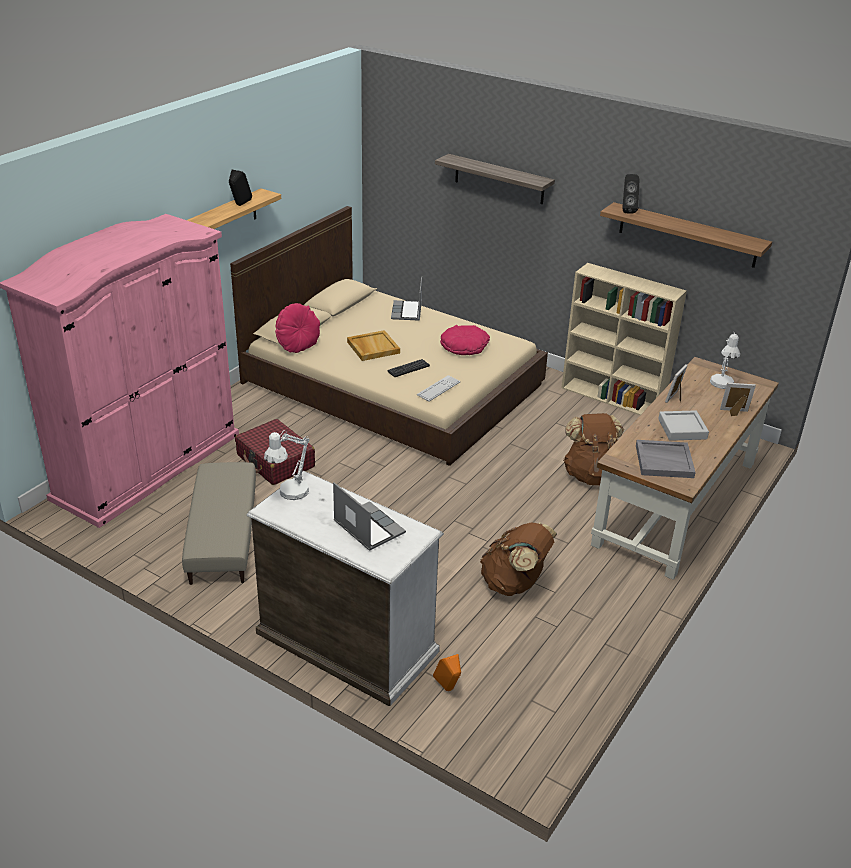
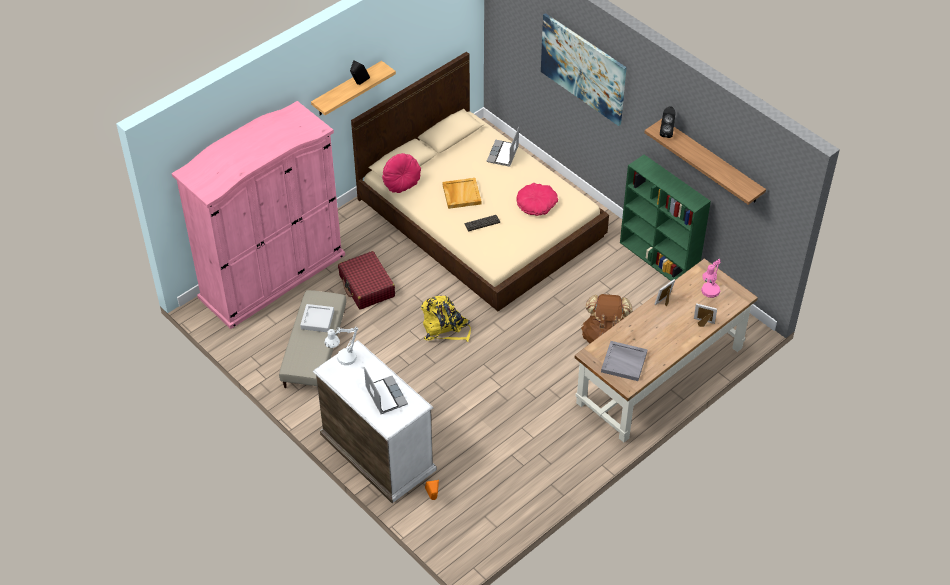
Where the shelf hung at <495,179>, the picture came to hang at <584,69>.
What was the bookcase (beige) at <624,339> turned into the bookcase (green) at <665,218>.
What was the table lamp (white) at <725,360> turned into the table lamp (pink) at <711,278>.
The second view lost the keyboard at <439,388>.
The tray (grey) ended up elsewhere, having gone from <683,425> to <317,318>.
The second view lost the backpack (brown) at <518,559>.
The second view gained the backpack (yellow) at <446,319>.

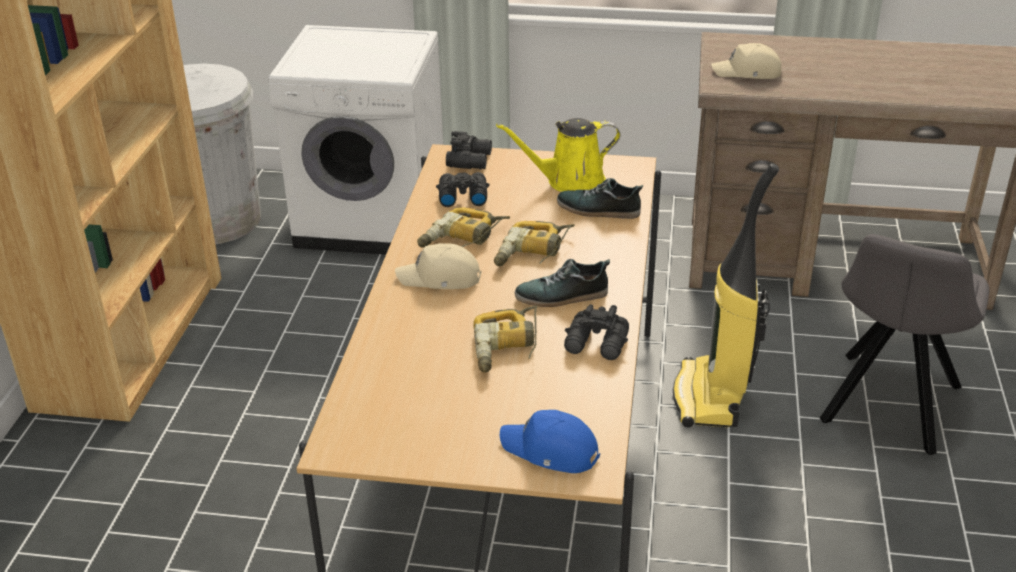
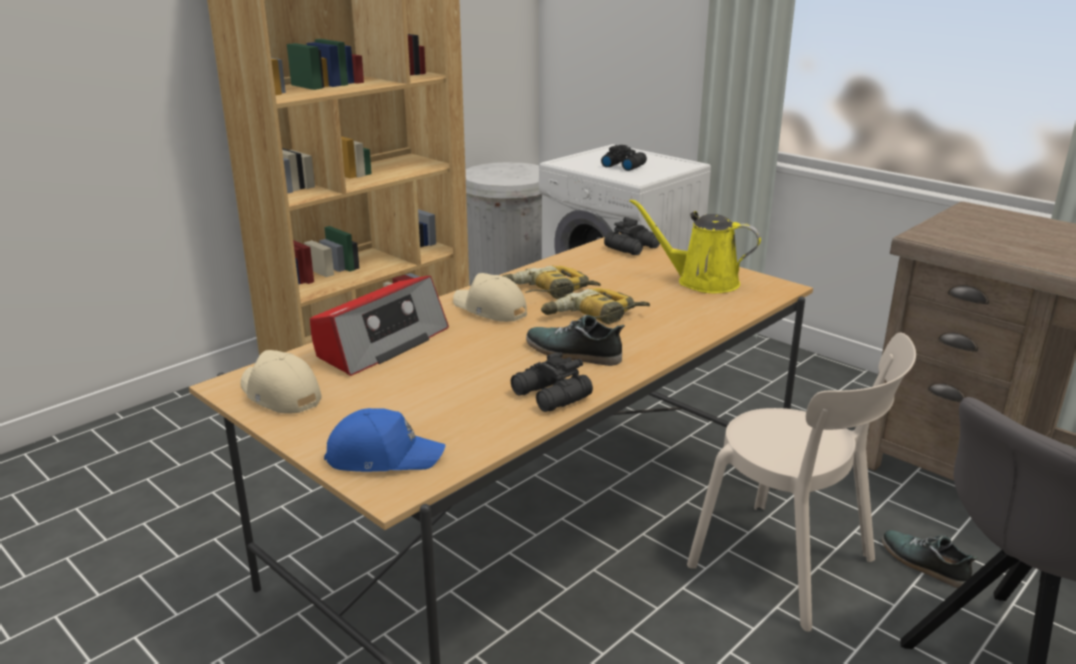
The cap (beige) ended up elsewhere, having gone from <746,61> to <281,381>.
Where the vacuum cleaner stood at <726,295>, the chair (beige) came to stand at <801,482>.
The binoculars (black) ended up elsewhere, having gone from <463,189> to <624,158>.
The shoe ended up elsewhere, having gone from <600,198> to <930,559>.
The second view lost the power drill at <505,339>.
The cap (blue) at <550,441> ended up facing another way, 120 degrees clockwise from before.
The second view gained the radio at <379,326>.

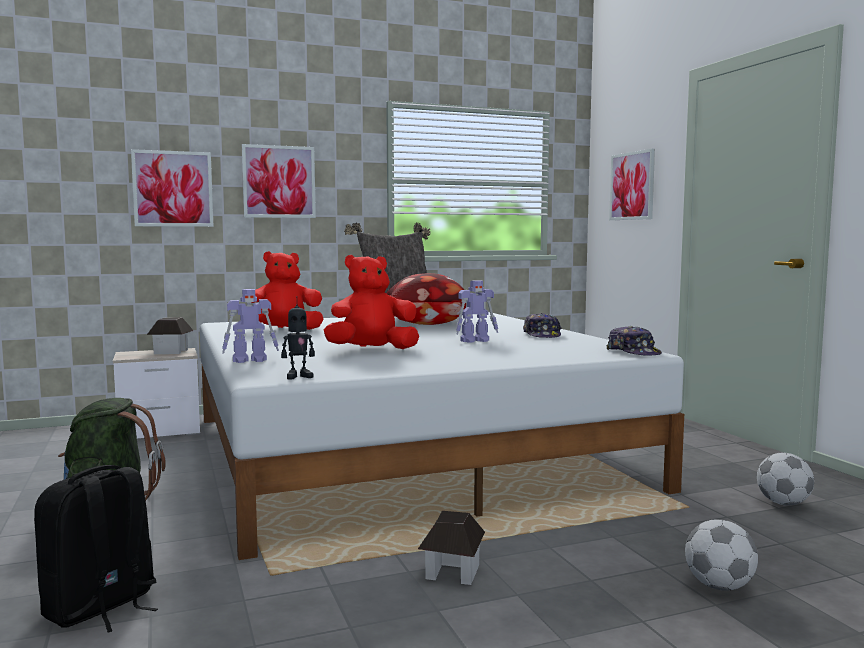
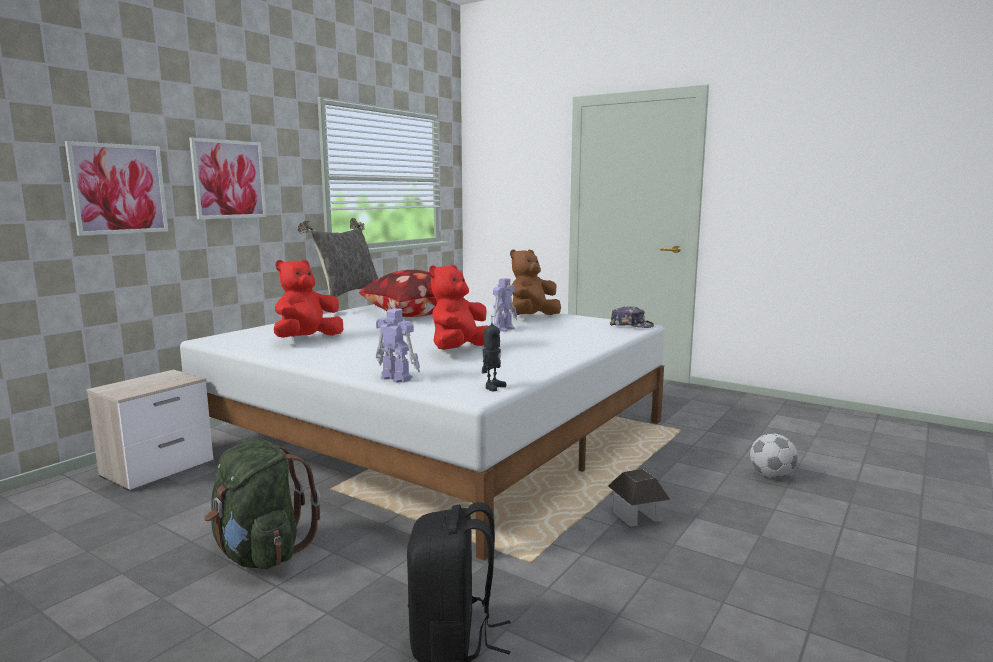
The second view lost the picture at <632,184>.
The toy robot at <250,326> ended up facing another way, 90 degrees counterclockwise from before.
Where the cap stood at <542,325>, the plush toy (brown) came to stand at <535,282>.
The second view lost the toy house at <170,335>.
The second view lost the football at <785,479>.

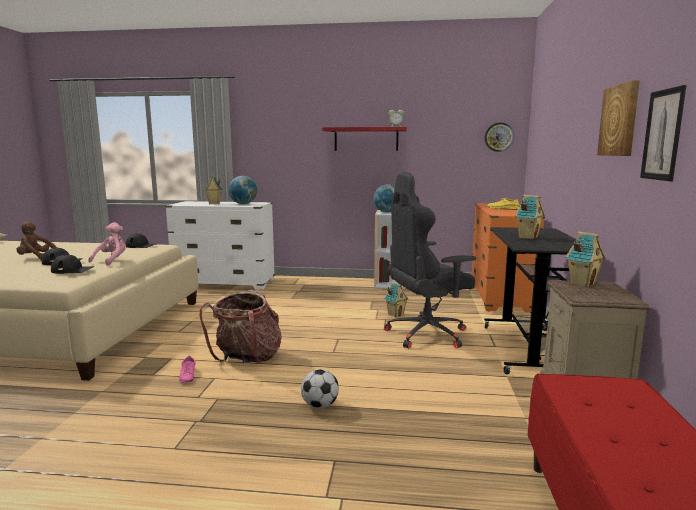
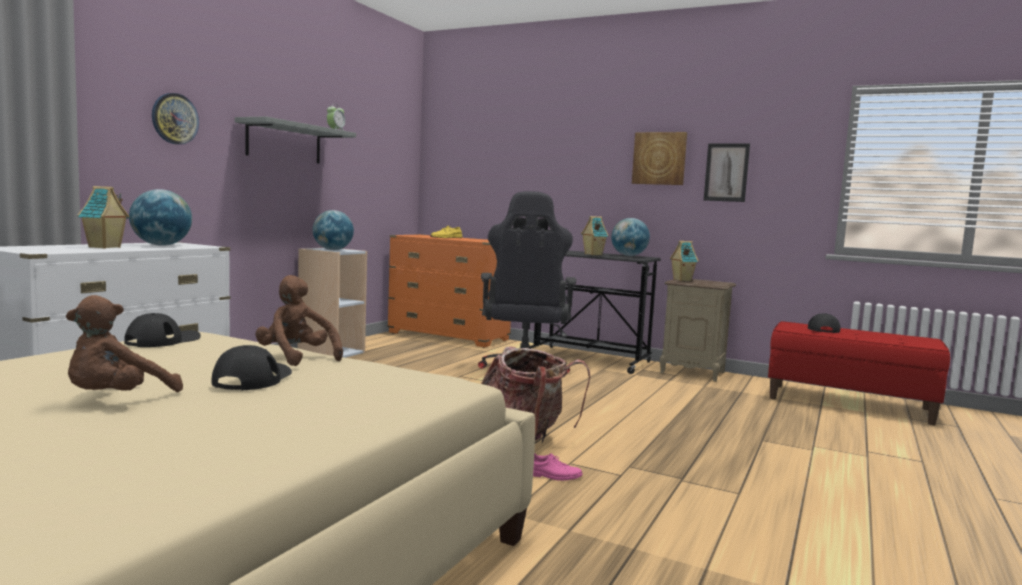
The wall clock ended up elsewhere, having gone from <499,137> to <175,119>.
What was the shelf (red) at <364,139> turned into the shelf (grey) at <295,140>.
What was the plush toy (pink) at <107,243> turned into the plush toy (brown) at <299,320>.
The cap (black) ended up elsewhere, having gone from <72,264> to <824,323>.
The second view lost the toy house at <396,300>.
The second view lost the football at <320,388>.
The second view gained the globe at <630,237>.

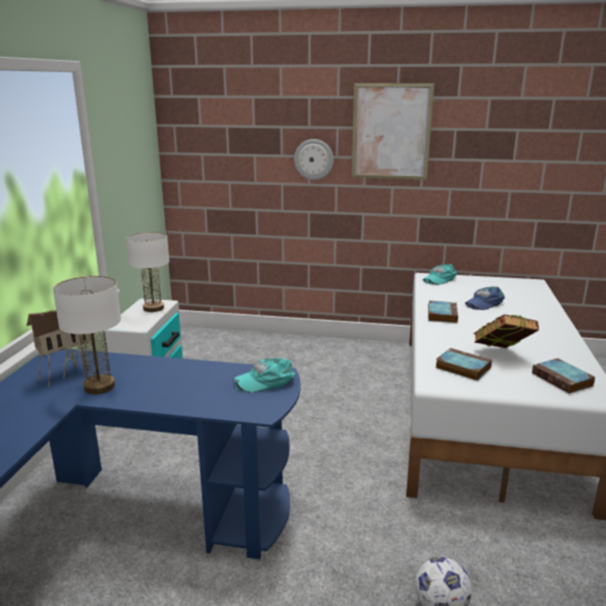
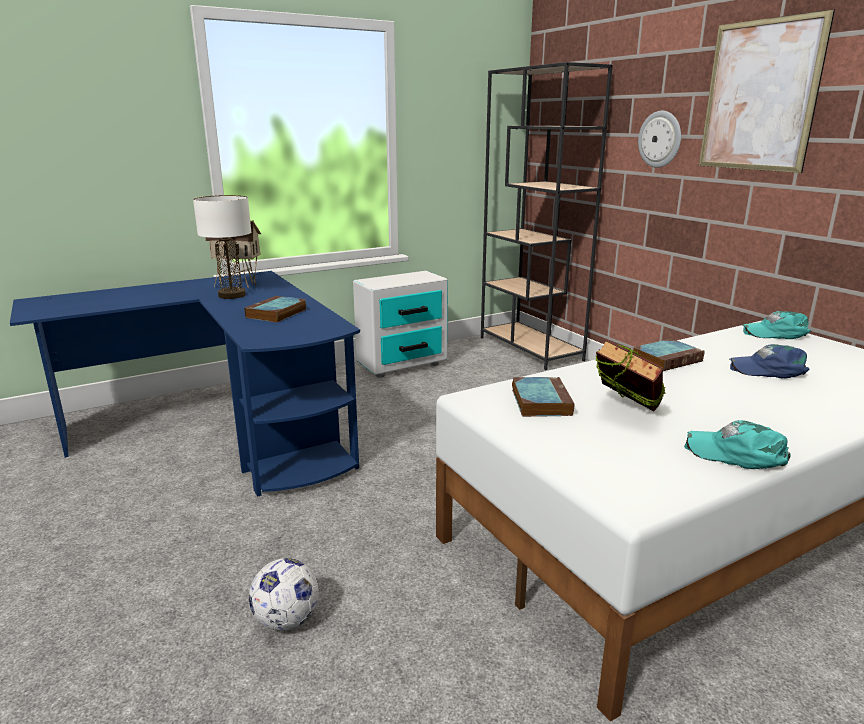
The second view lost the table lamp at <147,272>.
The cap (turquoise) ended up elsewhere, having gone from <264,375> to <737,444>.
The book ended up elsewhere, having gone from <563,376> to <275,309>.
The second view gained the bookcase at <547,216>.

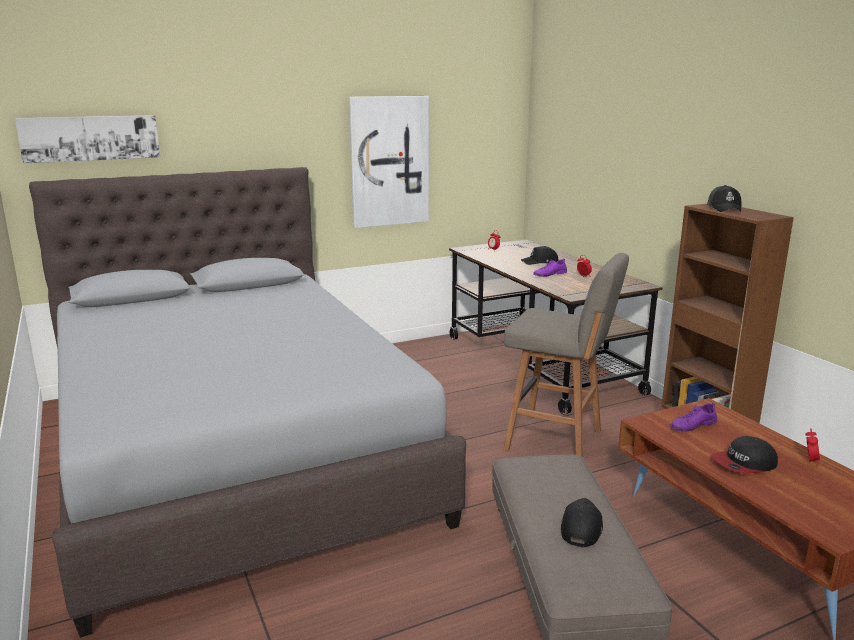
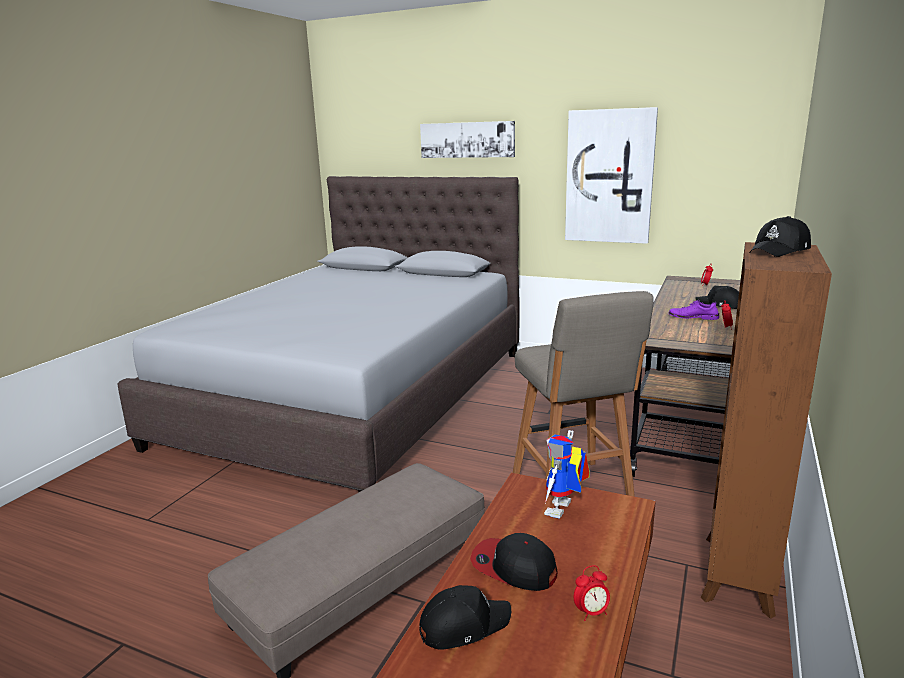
The picture ended up elsewhere, having gone from <87,139> to <467,139>.
Where the shoe (purple) stood at <693,417>, the toy robot came to stand at <567,474>.
The cap (black) ended up elsewhere, having gone from <582,522> to <465,617>.

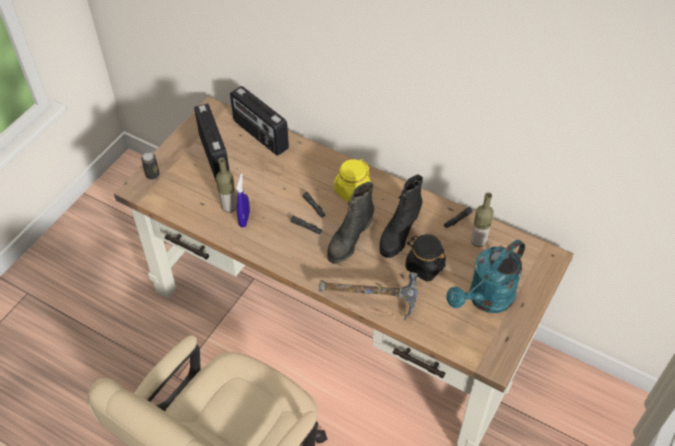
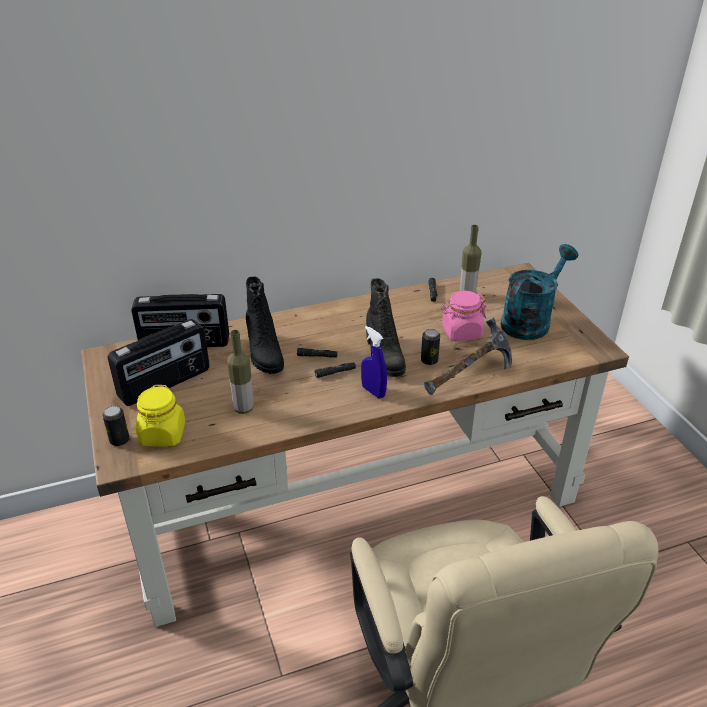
The radio at <212,142> ended up facing another way, 120 degrees clockwise from before.
The jar (yellow) ended up elsewhere, having gone from <352,181> to <160,416>.
The spray bottle (blue) ended up elsewhere, having gone from <243,201> to <374,362>.
The boot (black) ended up elsewhere, having gone from <401,216> to <265,325>.
What was the jar (black) at <425,257> turned into the jar (pink) at <464,316>.
The watering can (turquoise) at <485,276> ended up facing another way, 135 degrees counterclockwise from before.
The second view gained the can at <430,347>.

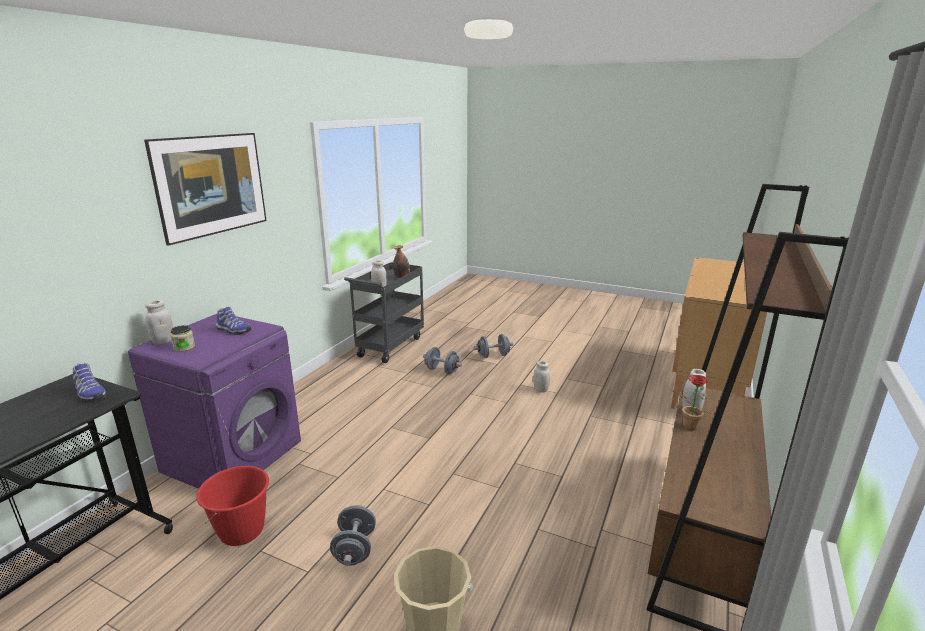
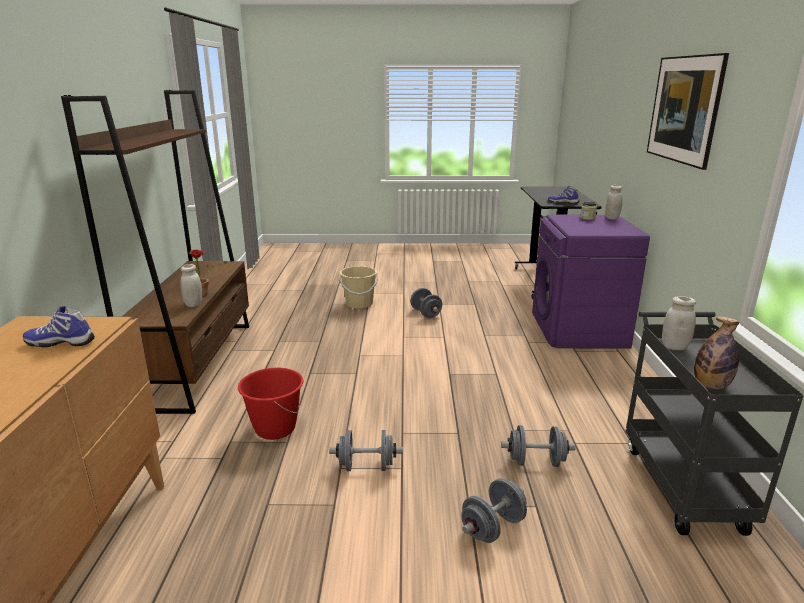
The shoe ended up elsewhere, having gone from <233,321> to <59,326>.
Where the jar (white) stood at <541,377>, the dumbbell (grey) came to stand at <366,450>.
The bucket (red) ended up elsewhere, having gone from <232,506> to <271,404>.

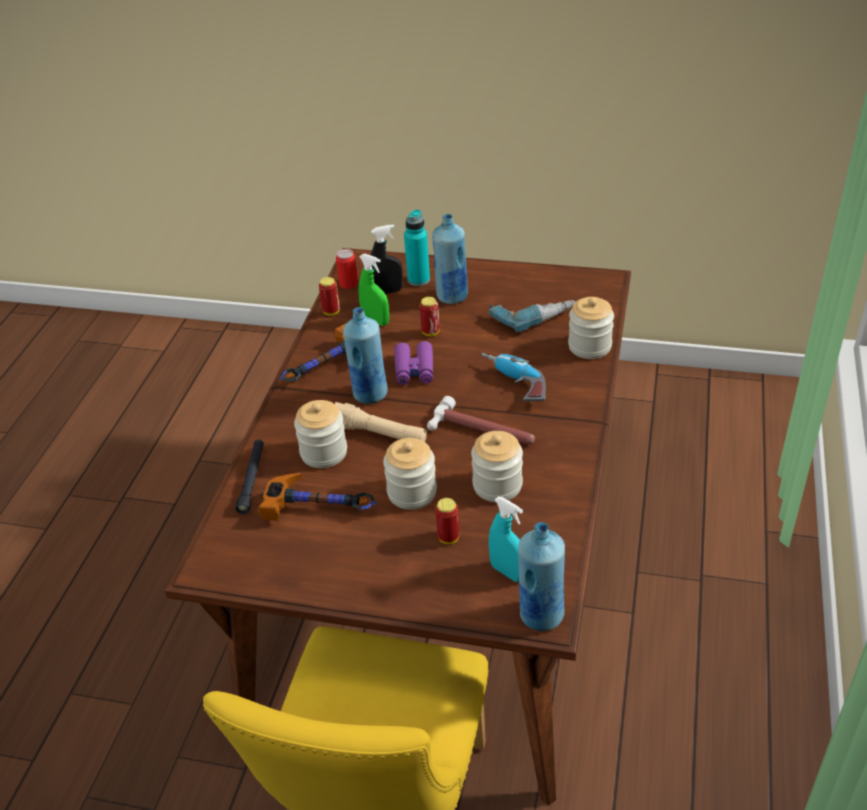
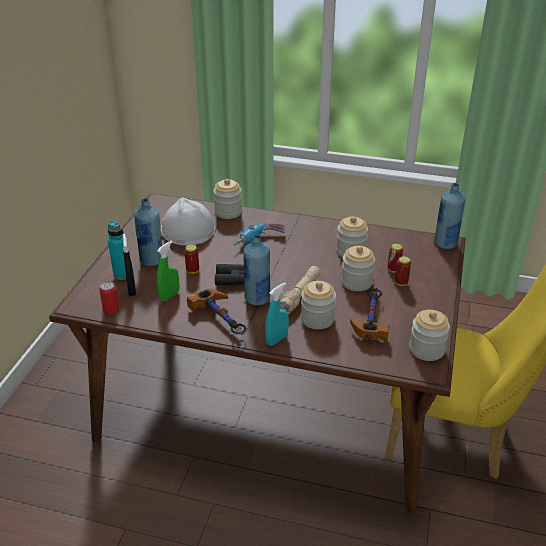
The can ended up elsewhere, having gone from <329,296> to <403,271>.
Where the power drill stood at <532,316>, the hard hat (white) came to stand at <187,221>.
What was the binoculars (purple) at <413,363> turned into the binoculars (black) at <229,274>.
The second view lost the hammer at <481,420>.
The second view lost the flashlight (black) at <249,476>.
The spray bottle (turquoise) ended up elsewhere, having gone from <506,539> to <277,314>.
The second view gained the jar at <429,335>.

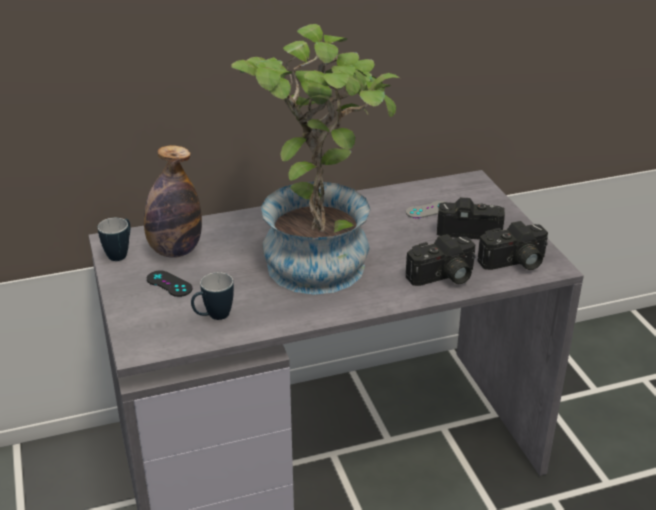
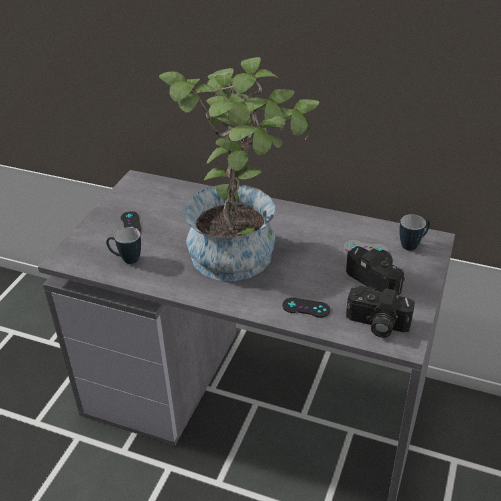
The second view lost the bottle at <173,201>.
The mug ended up elsewhere, having gone from <114,239> to <414,232>.
Where the photo camera stood at <441,260>, the game controller (black) came to stand at <306,308>.

